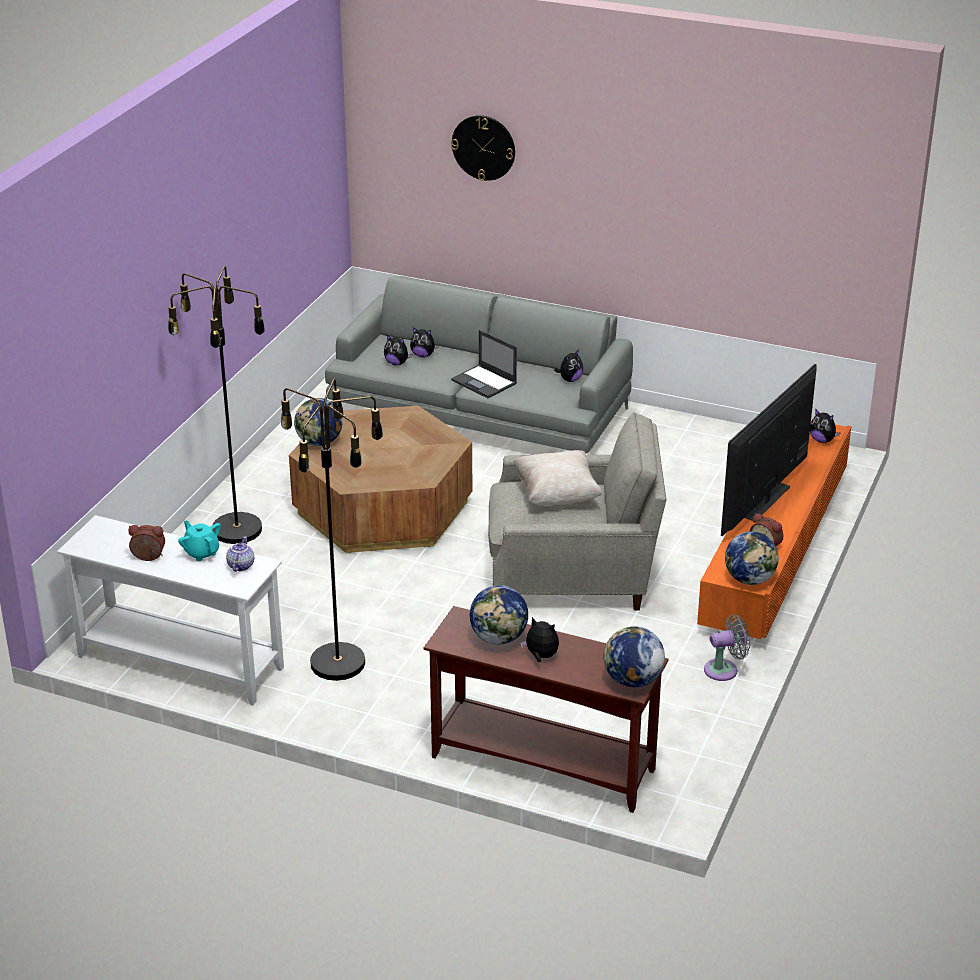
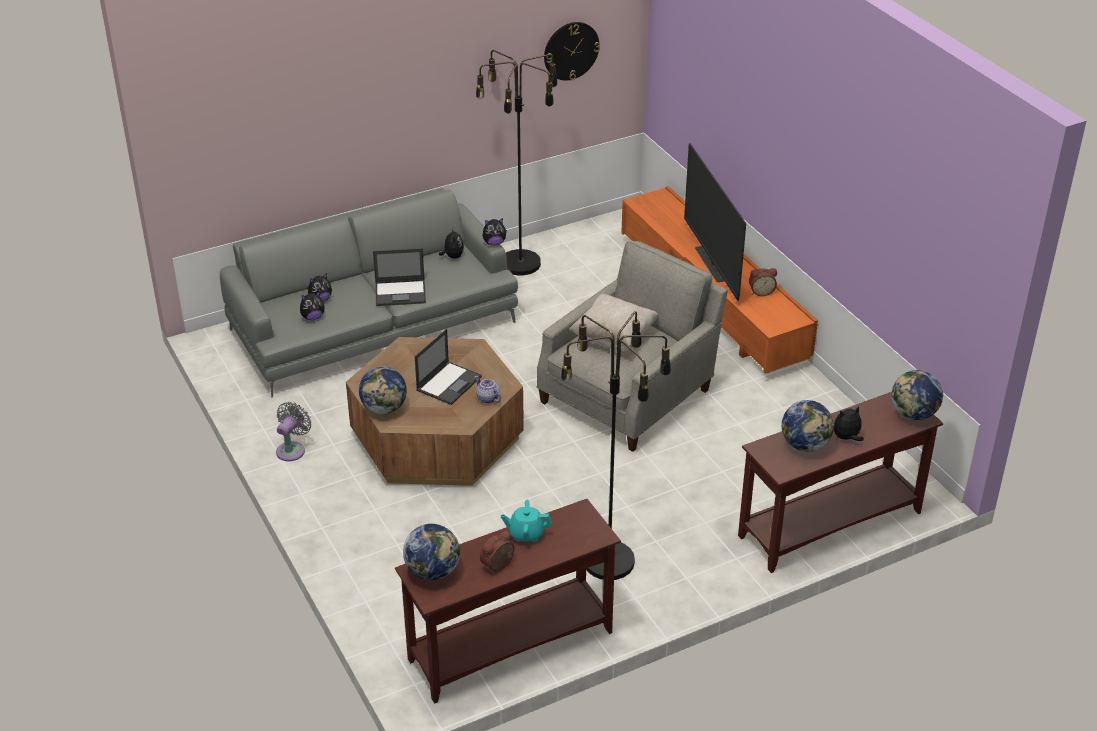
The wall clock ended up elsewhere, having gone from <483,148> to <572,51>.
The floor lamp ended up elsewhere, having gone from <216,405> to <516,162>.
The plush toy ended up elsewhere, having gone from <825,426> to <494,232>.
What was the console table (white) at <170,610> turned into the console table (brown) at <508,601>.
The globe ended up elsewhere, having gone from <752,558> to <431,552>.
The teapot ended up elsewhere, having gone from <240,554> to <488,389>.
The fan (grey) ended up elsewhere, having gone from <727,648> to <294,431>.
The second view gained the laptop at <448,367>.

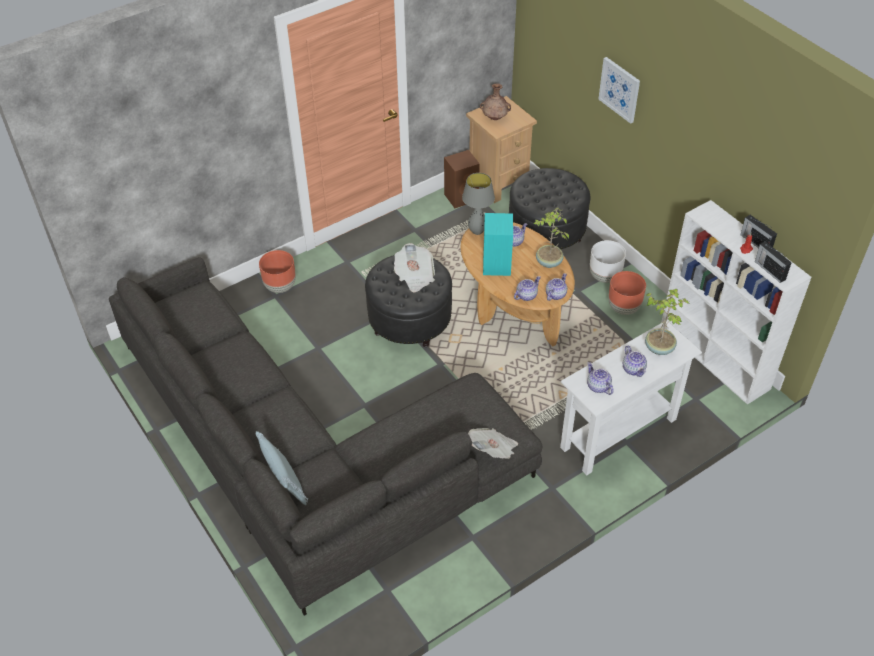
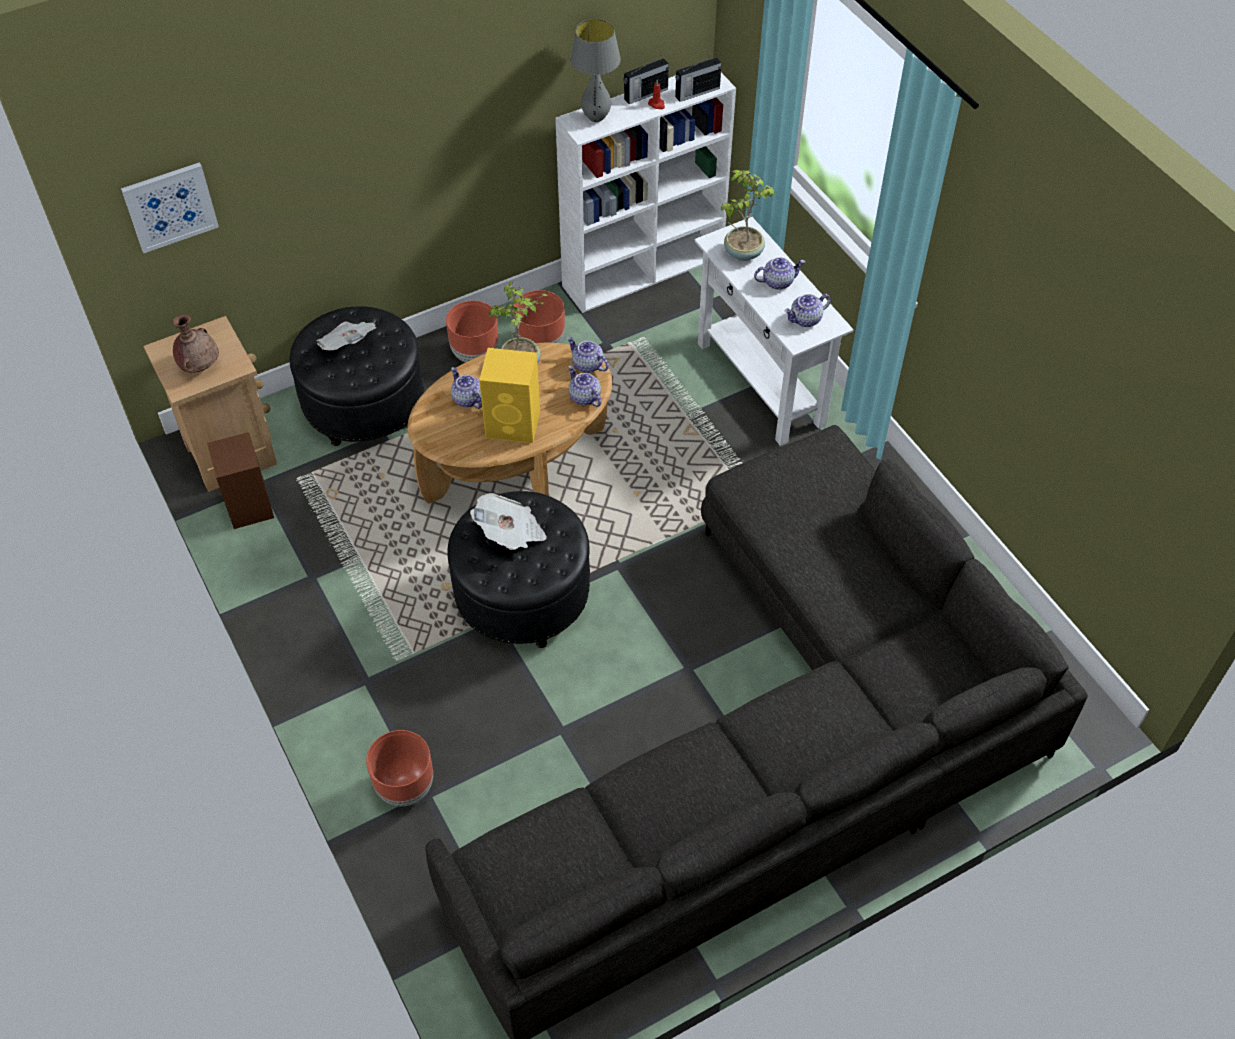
The picture ended up elsewhere, having gone from <619,90> to <170,207>.
The table lamp (grey) ended up elsewhere, having gone from <478,204> to <595,70>.
What was the speaker (turquoise) at <498,244> turned into the speaker (yellow) at <509,395>.
What was the planter (white) at <608,261> turned into the planter (brown) at <472,332>.
The newspaper ended up elsewhere, having gone from <493,443> to <346,336>.
The second view lost the pillow (blue) at <282,468>.

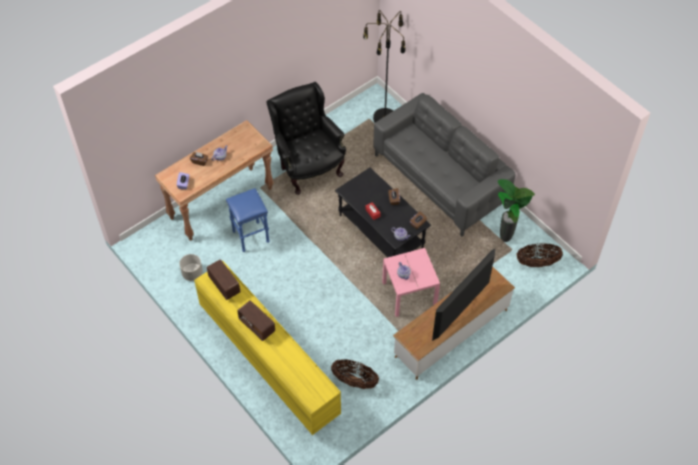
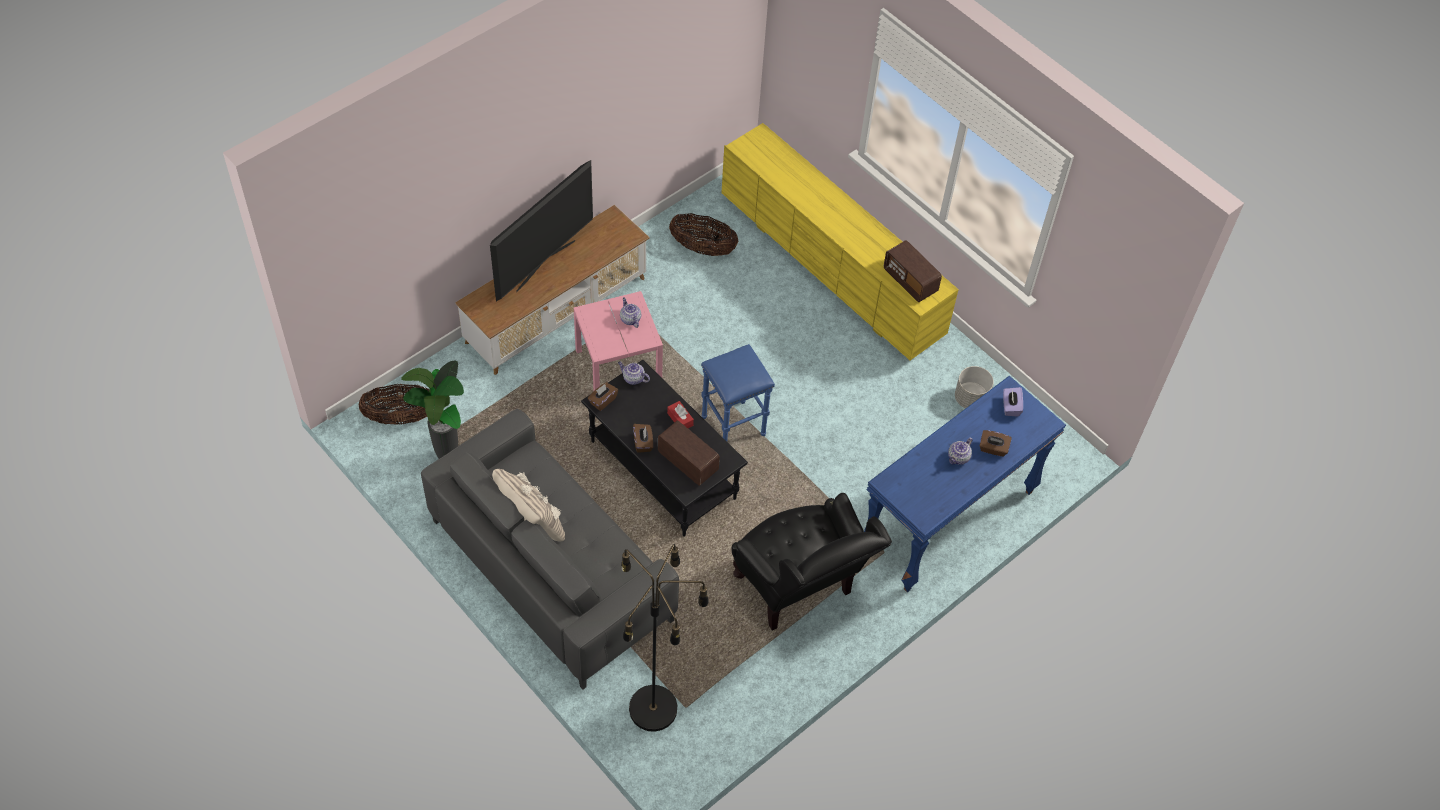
What was the console table (brown) at <214,180> turned into the console table (blue) at <965,484>.
The stool (blue) ended up elsewhere, having gone from <247,220> to <738,392>.
The radio ended up elsewhere, having gone from <256,320> to <689,453>.
The second view gained the pillow (beige) at <528,505>.

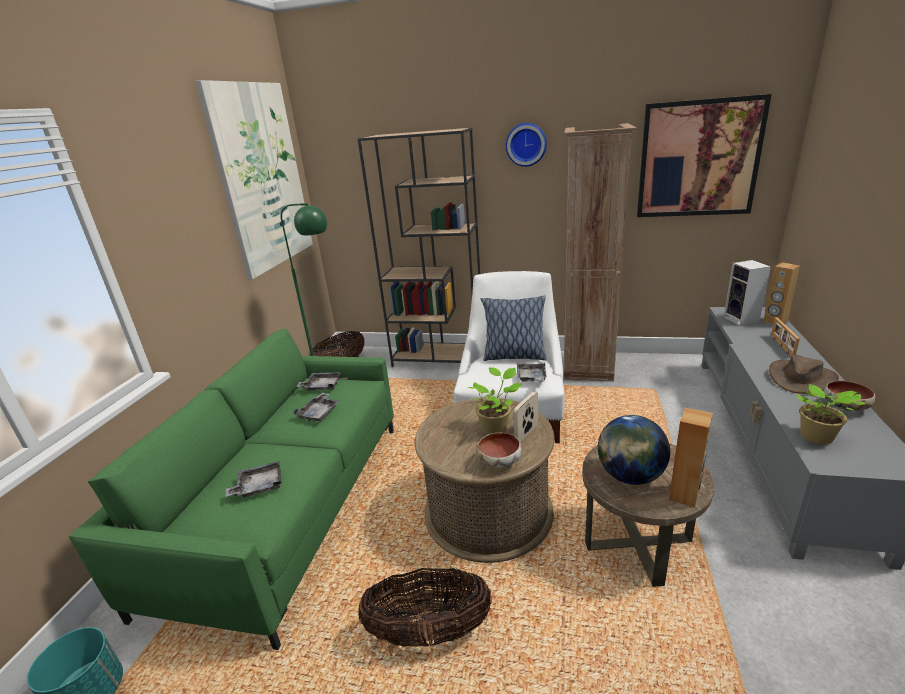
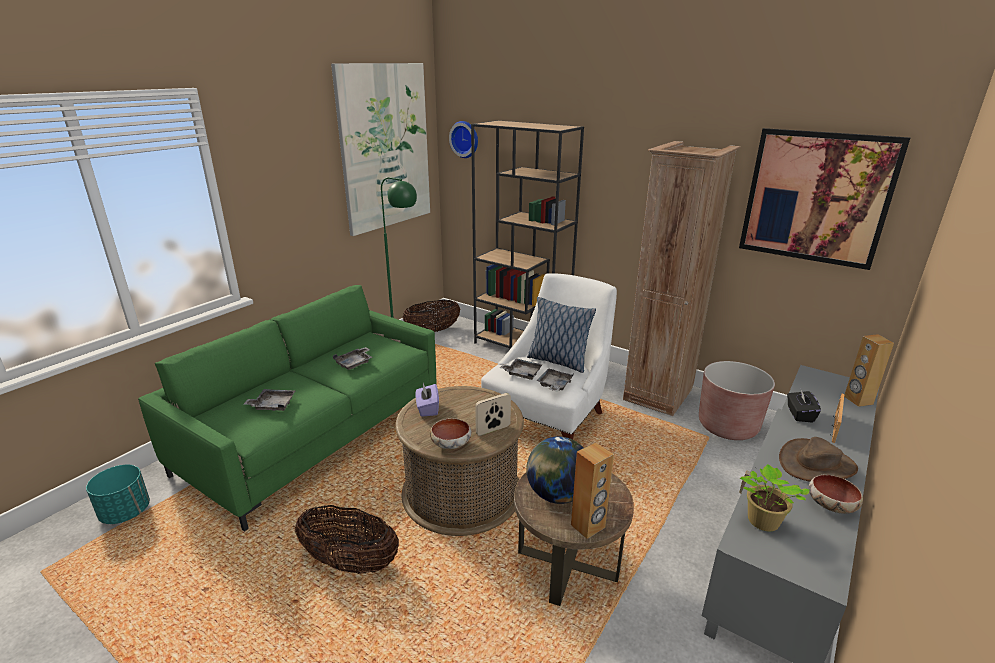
The wall clock ended up elsewhere, having gone from <526,145> to <463,139>.
The second view lost the speaker at <747,293>.
The second view lost the potted plant at <495,401>.
The tray (grey) ended up elsewhere, having gone from <318,381> to <521,369>.
The second view gained the planter (brown) at <737,400>.
The second view gained the tissue box (purple) at <427,400>.
The second view gained the tissue box (black) at <804,406>.

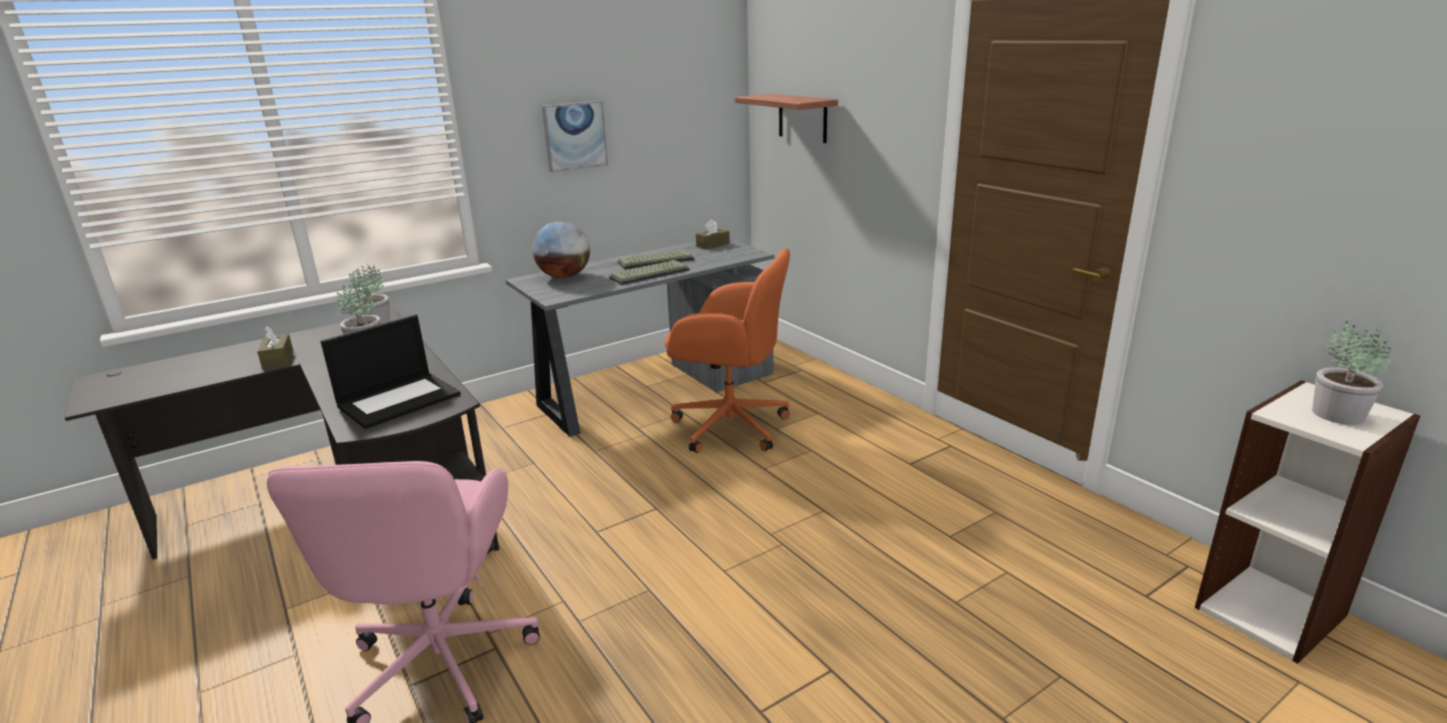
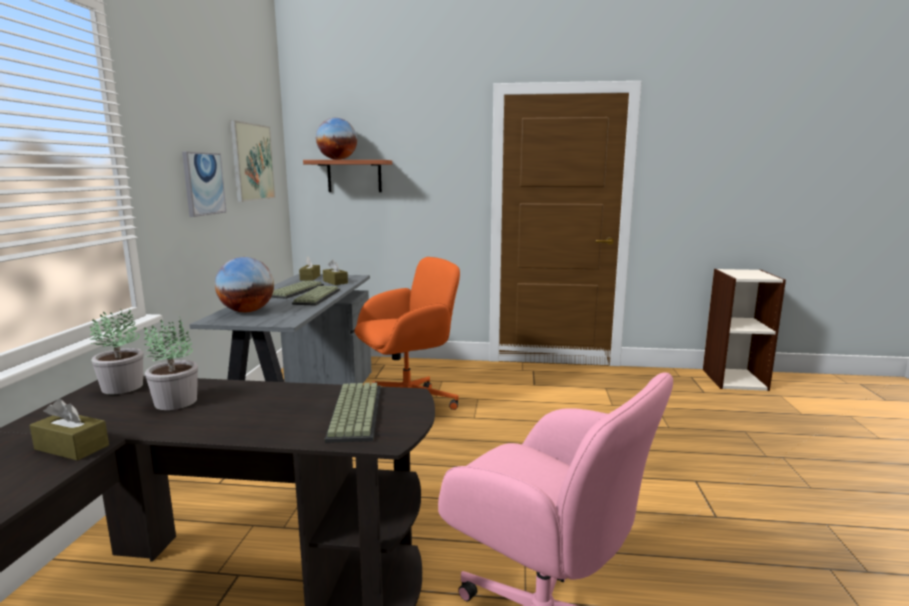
Where the laptop stood at <391,371>, the keyboard came to stand at <353,413>.
The second view lost the potted plant at <1352,372>.
The second view gained the globe at <336,139>.
The second view gained the picture at <253,161>.
The second view gained the tissue box (brown) at <335,272>.

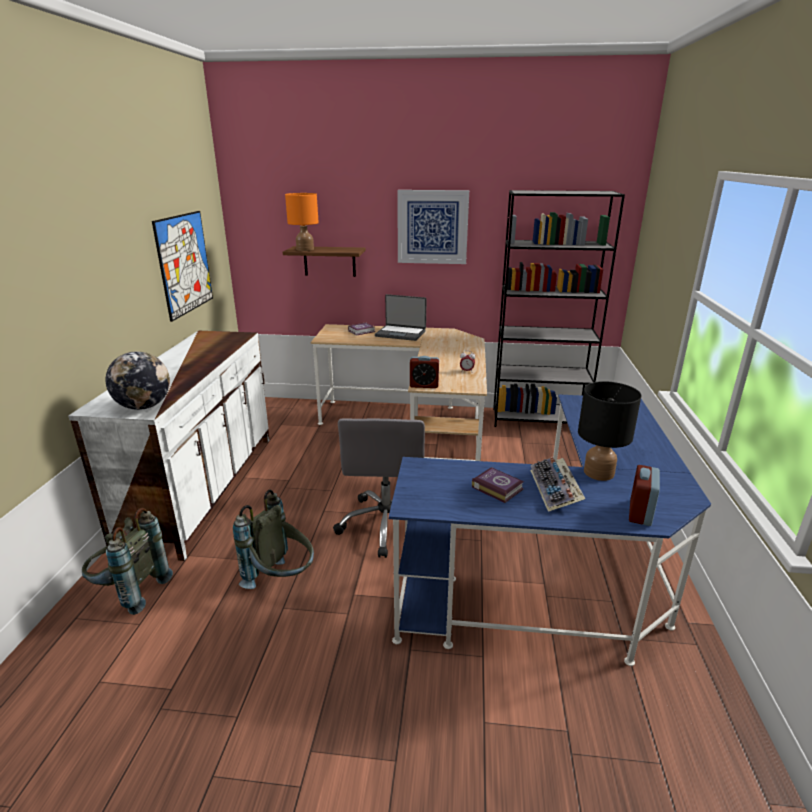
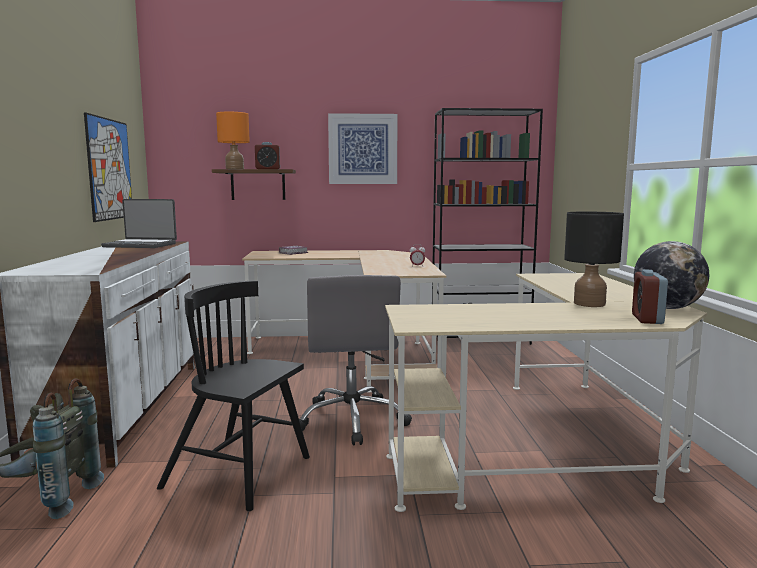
The laptop ended up elsewhere, having gone from <401,317> to <139,223>.
The globe ended up elsewhere, having gone from <137,380> to <671,275>.
The alarm clock ended up elsewhere, having gone from <424,372> to <267,155>.
What was the desk (blue) at <550,530> turned into the desk (beige) at <546,392>.
The second view lost the keyboard at <557,484>.
The second view lost the book at <498,485>.
Where the backpack (grey) stood at <273,539>, the chair (black) came to stand at <233,396>.

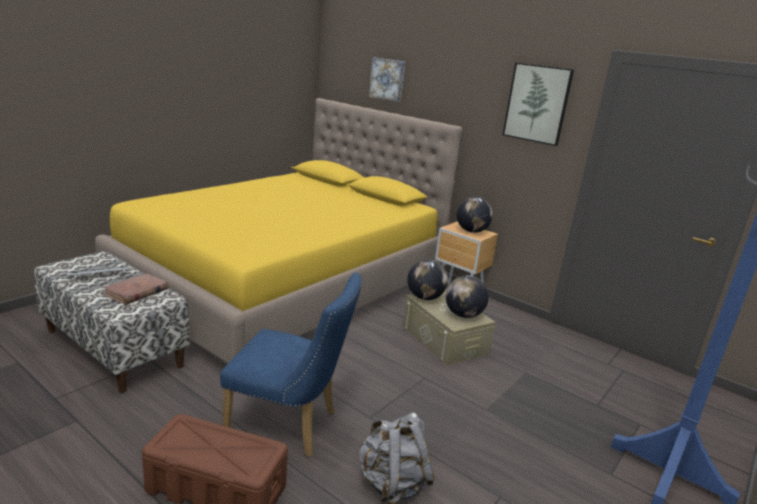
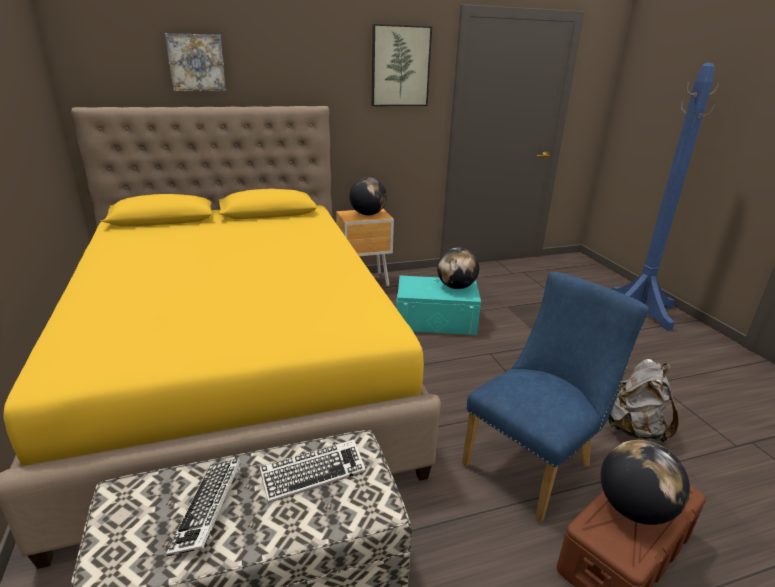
The globe ended up elsewhere, having gone from <427,280> to <645,482>.
Where the book (brown) stood at <136,289>, the keyboard came to stand at <312,471>.
What was the storage box (beige) at <449,326> turned into the storage box (turquoise) at <438,305>.

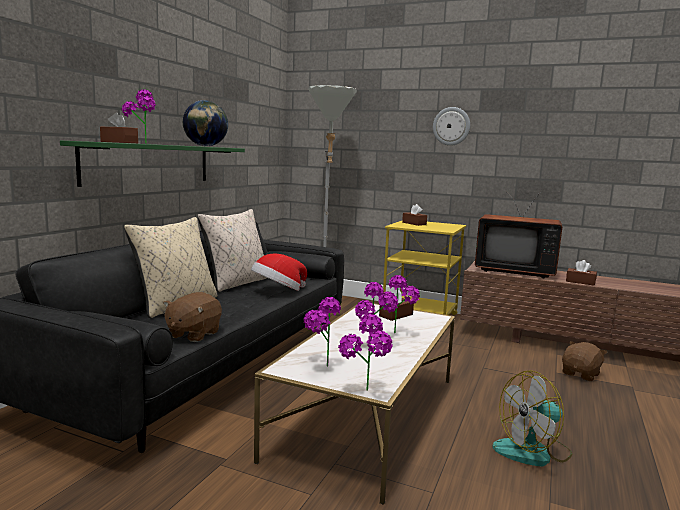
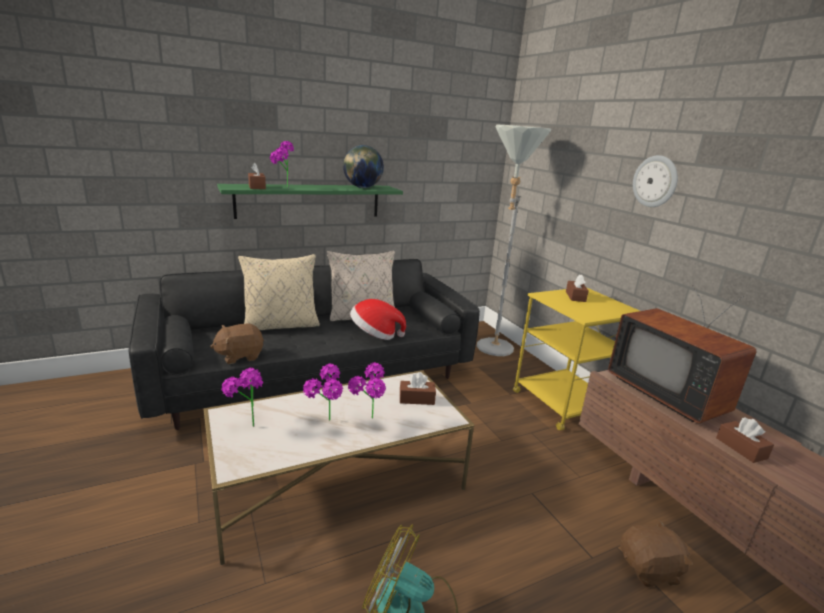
The second view lost the potted plant at <365,352>.

